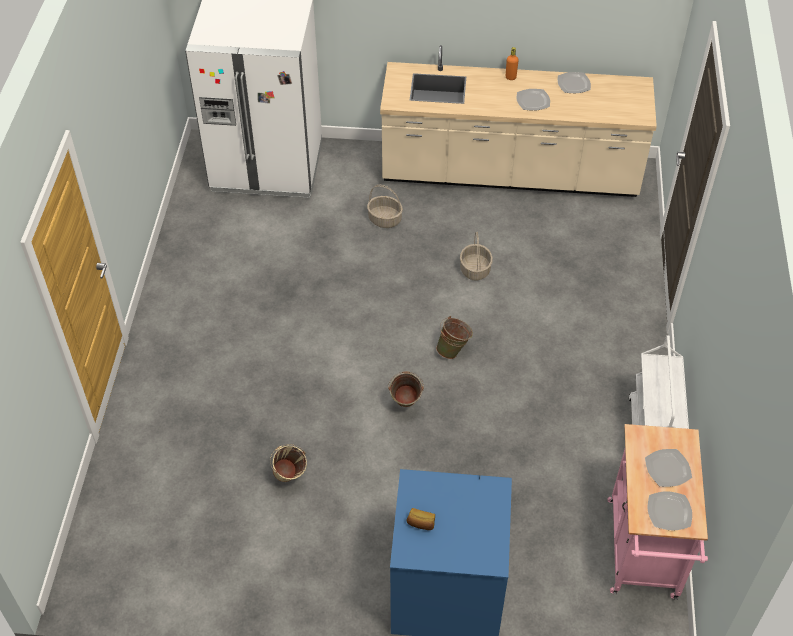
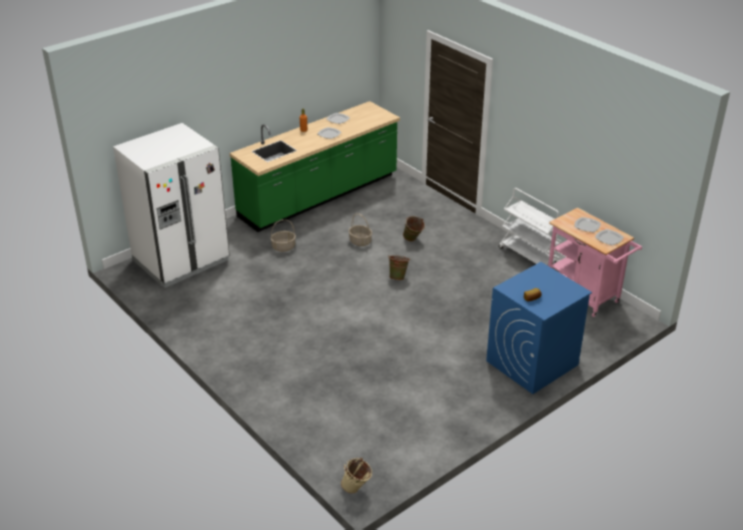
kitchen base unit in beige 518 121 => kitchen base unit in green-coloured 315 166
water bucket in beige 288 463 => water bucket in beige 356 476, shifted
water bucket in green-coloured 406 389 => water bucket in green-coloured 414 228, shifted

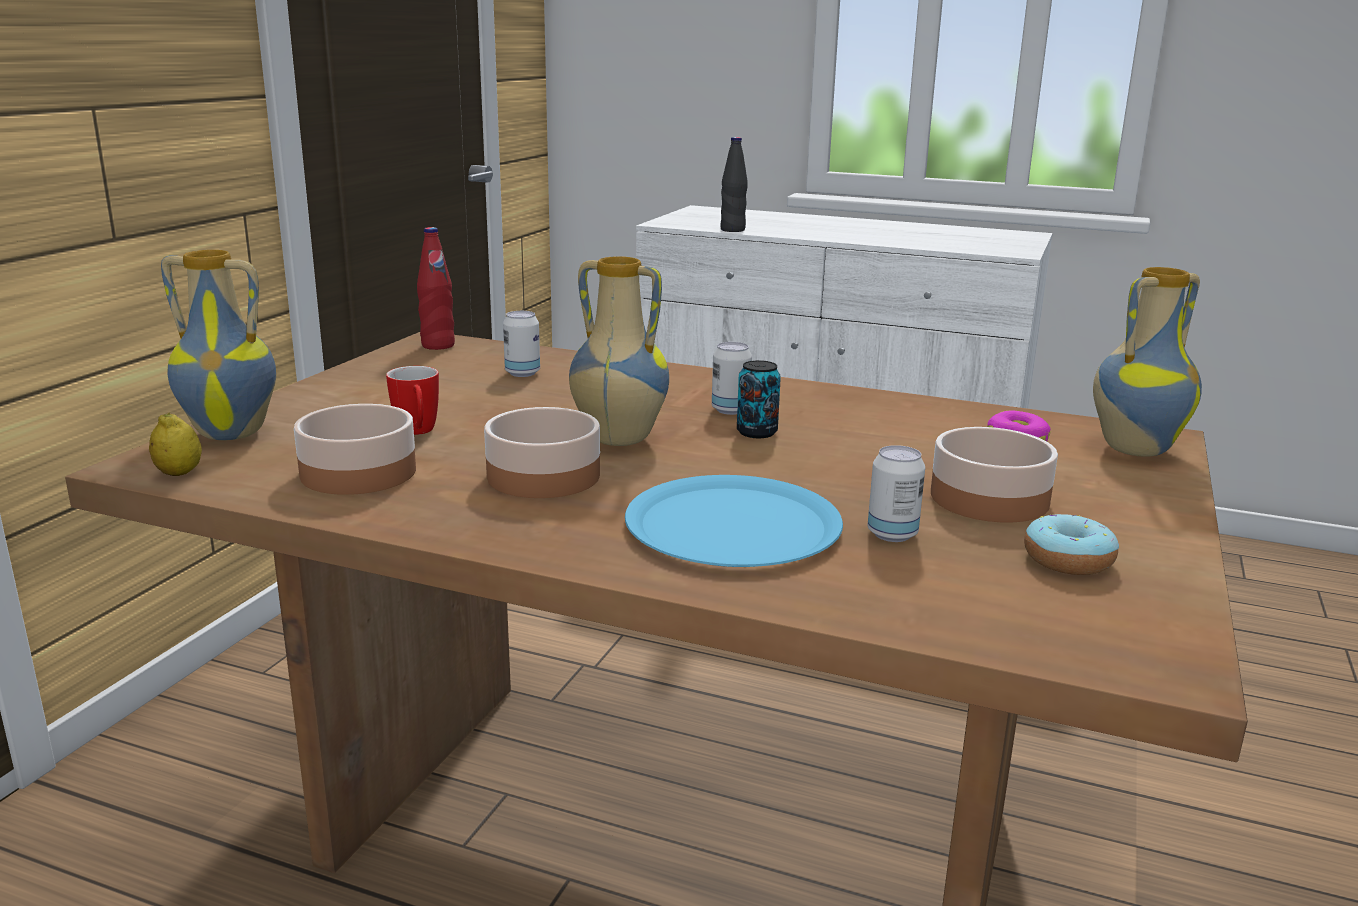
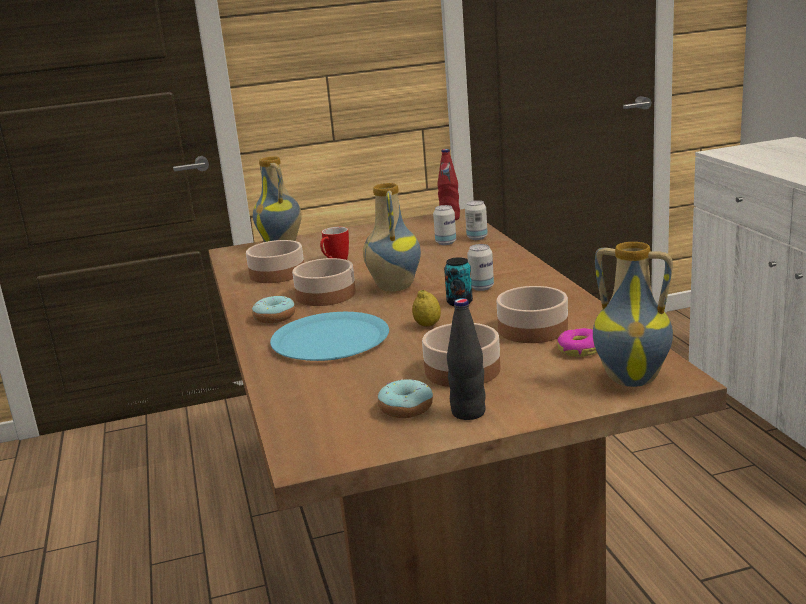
nothing => doughnut 273 310
lemon 175 444 => lemon 426 308, shifted
bottle in black 734 184 => bottle in black 466 359, shifted
metal can 896 493 => metal can 476 220, shifted
nothing => bowl 532 314

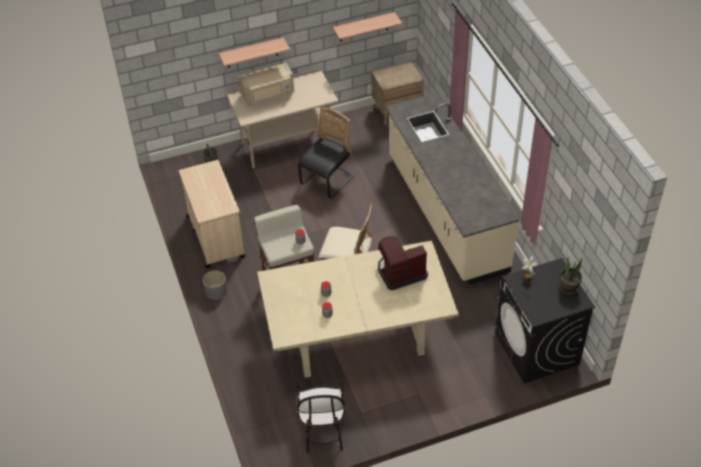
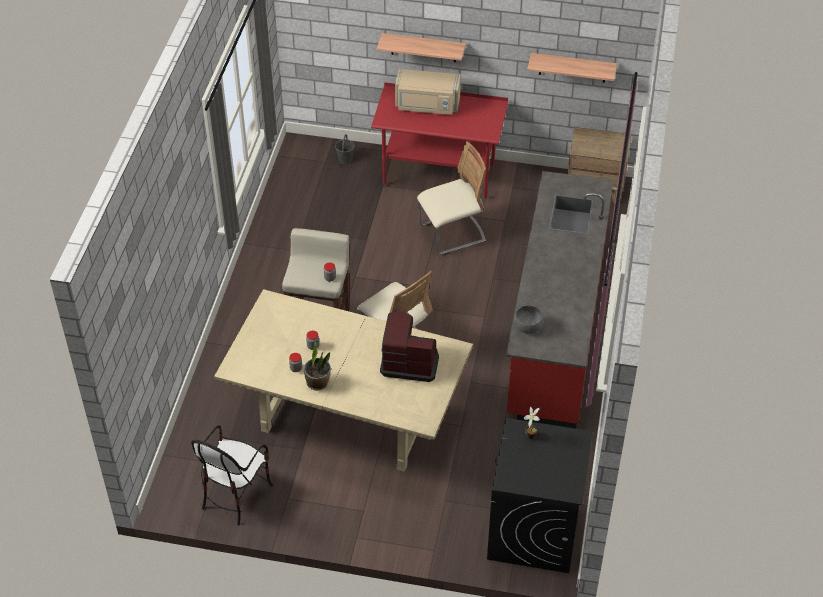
potted plant 571 275 => potted plant 317 366, shifted
desk table in beige 282 118 => desk table in red 439 140
plain chair in black 326 153 => plain chair in beige 451 198
kitchen base unit in beige 452 189 => kitchen base unit in red 560 300
nothing => bowl in gray 529 319
cart in beige 212 214 => nothing
planter in gray 215 285 => nothing

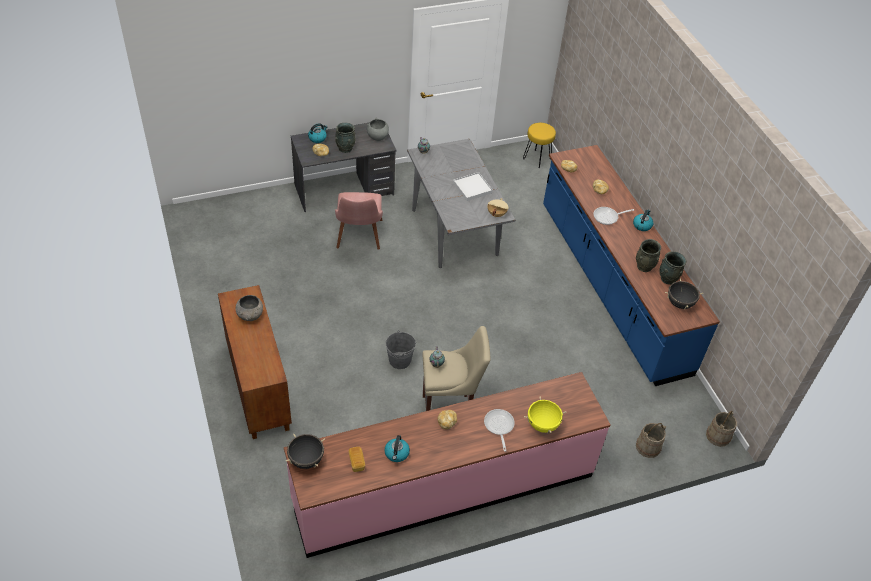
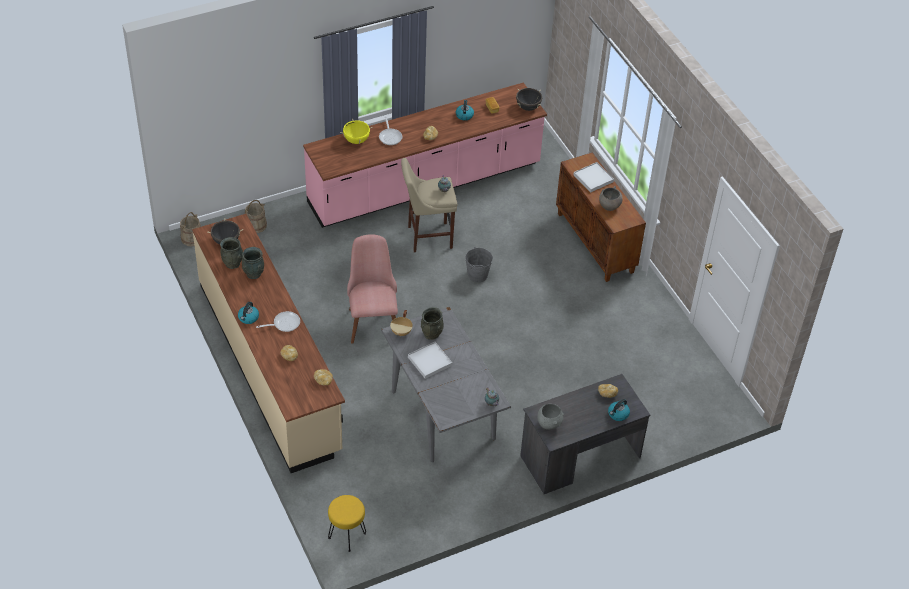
kitchen base unit in bluish 631 265 => kitchen base unit in beige 268 343
plain chair in pinkish 359 221 => plain chair in pinkish 372 289, shifted
vase in gray 345 138 => vase in gray 432 323, shifted
nothing => serving tray in white-coloured 593 177

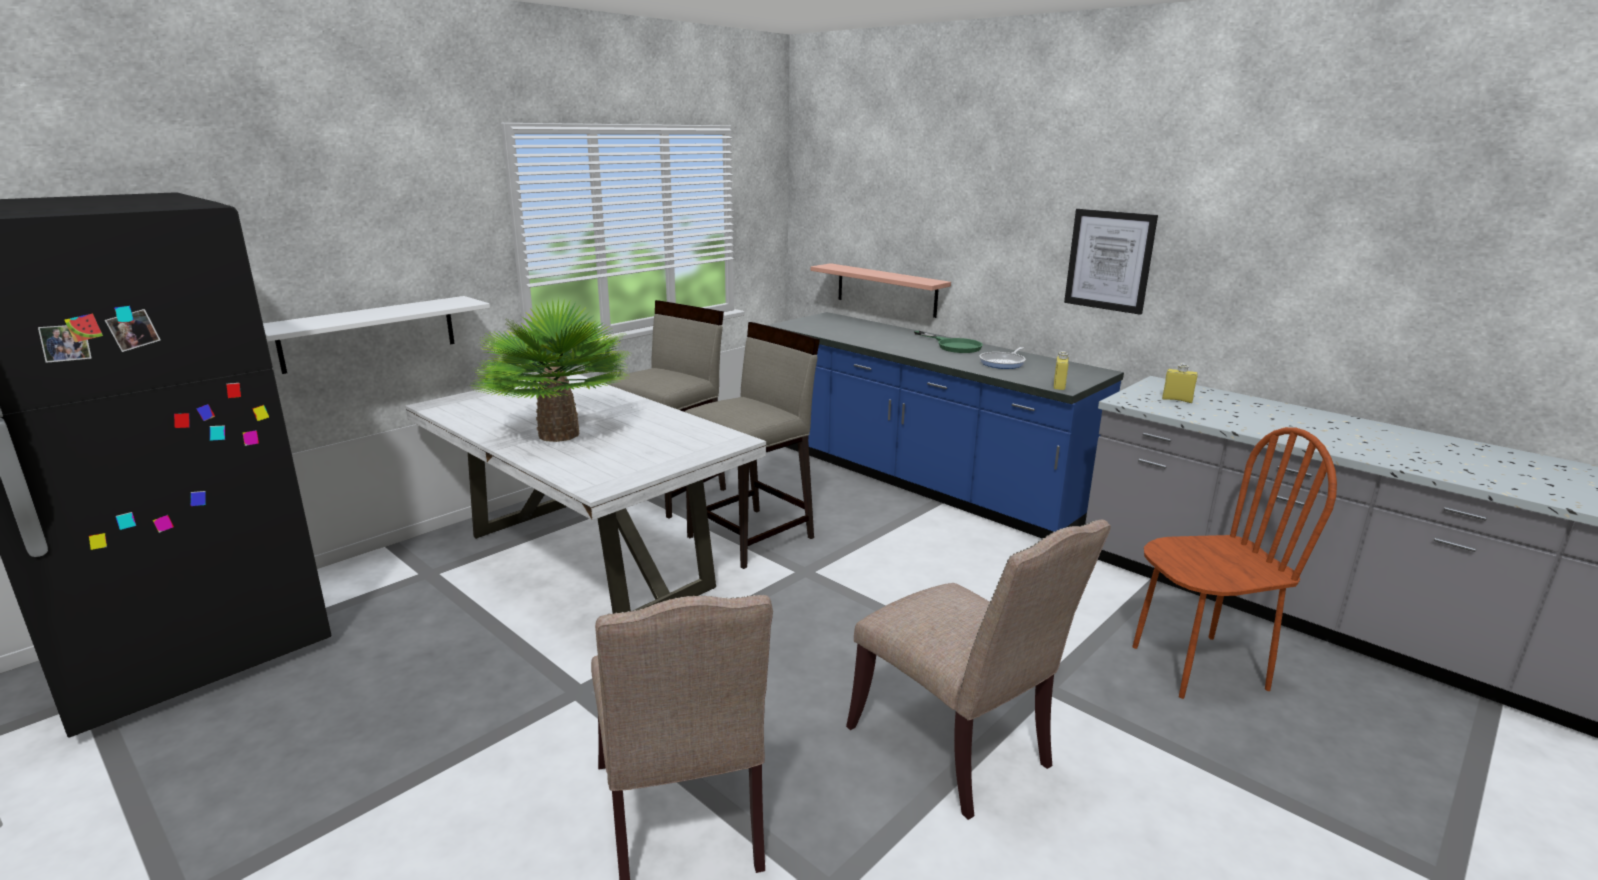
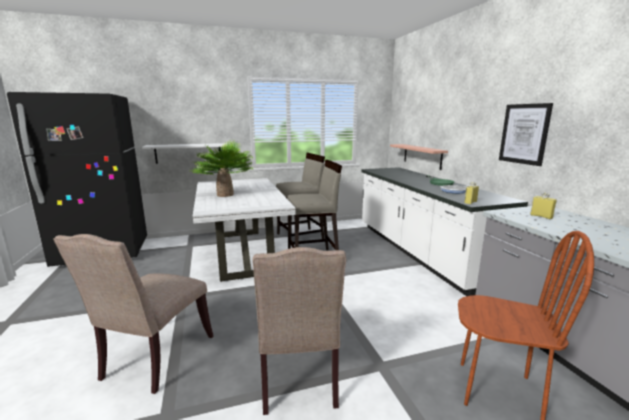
kitchen base unit in bluish 945 425 => kitchen base unit in white-coloured 444 231

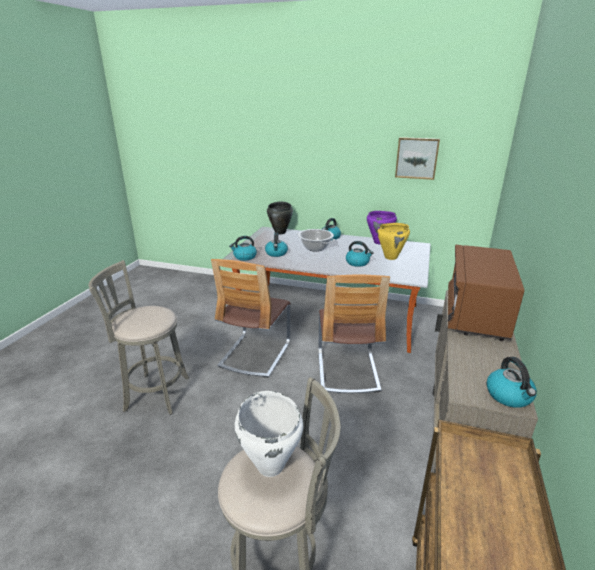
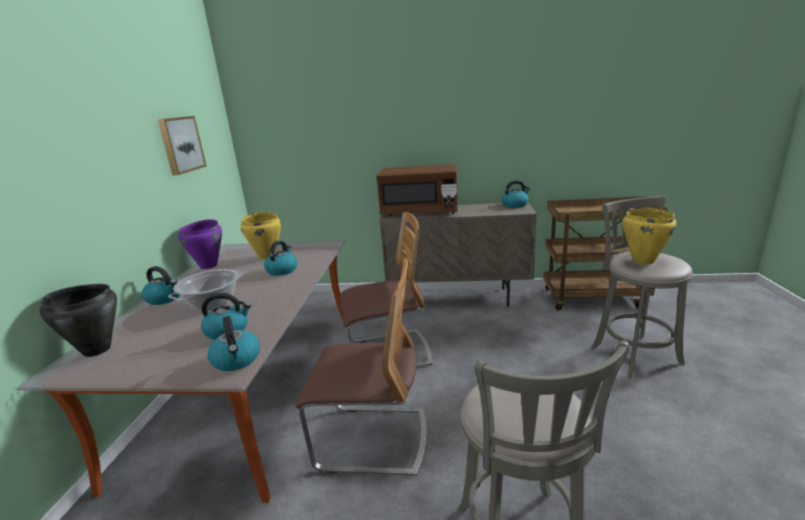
stockpot in white-coloured 269 434 => stockpot in yellowish 649 236

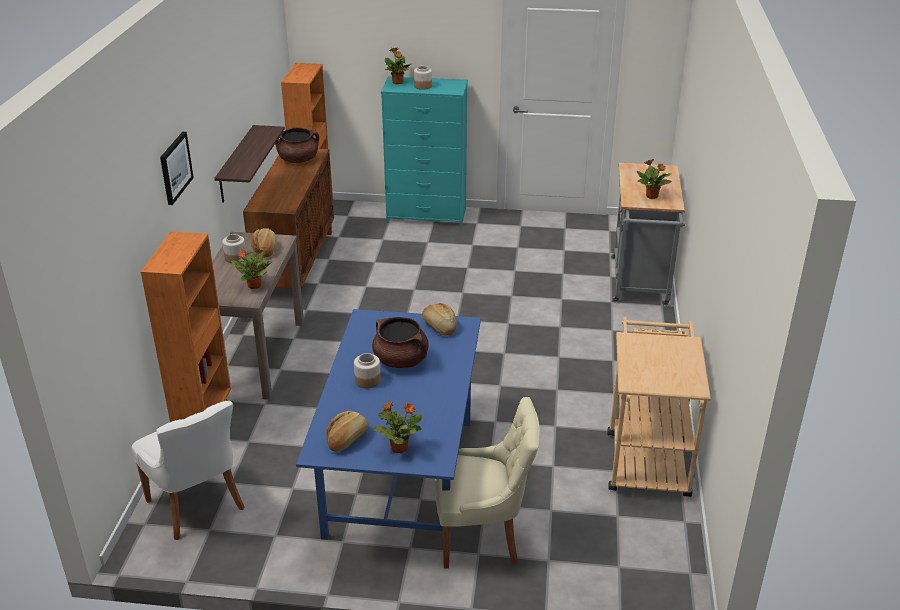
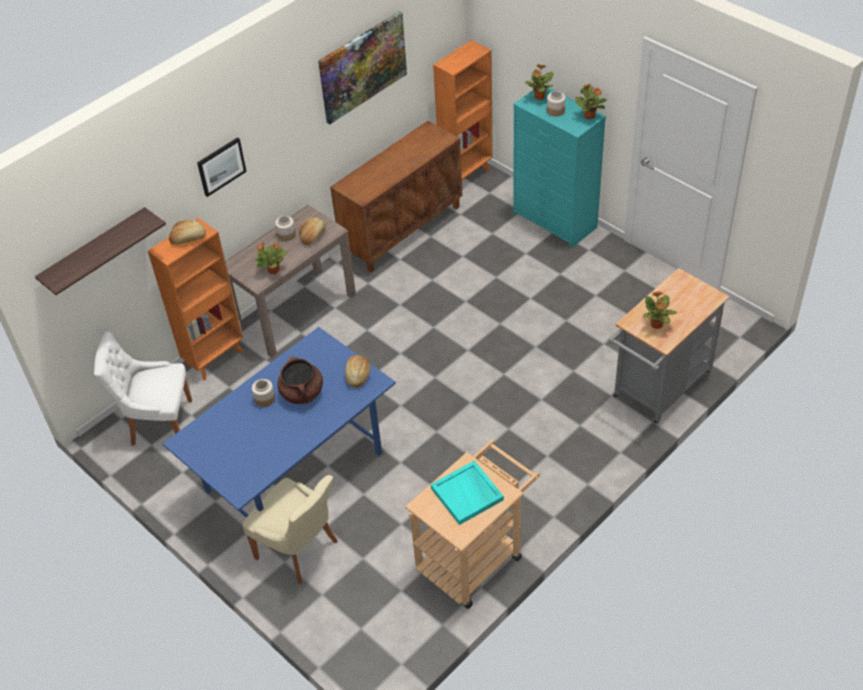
bracket shelf 249 164 => bracket shelf 100 251, shifted
plain chair in white-coloured 188 470 => plain chair in white-coloured 143 388, 90 degrees clockwise
baked bread 348 431 => baked bread 187 232, shifted
nothing => wall picture 362 67
nothing => serving tray in blue-green 467 493
potted plant 398 427 => potted plant 591 101, shifted
stockpot in brownish 297 145 => nothing

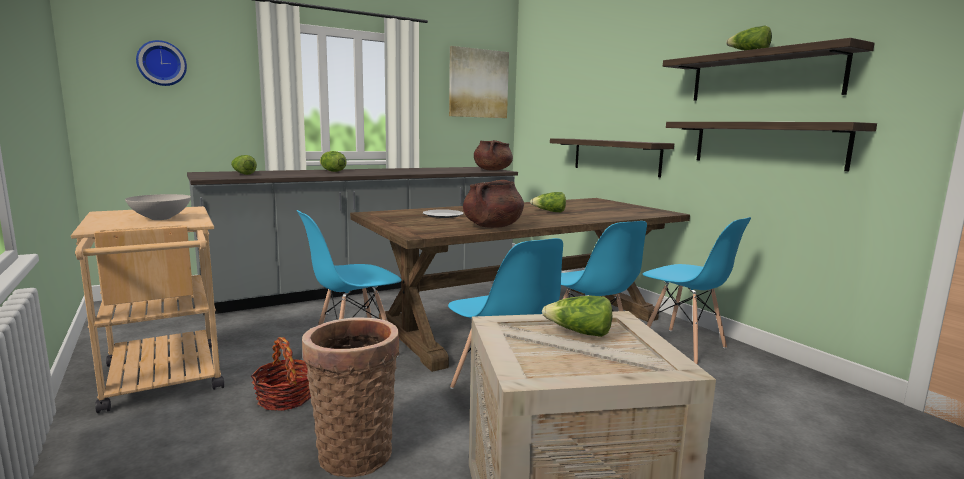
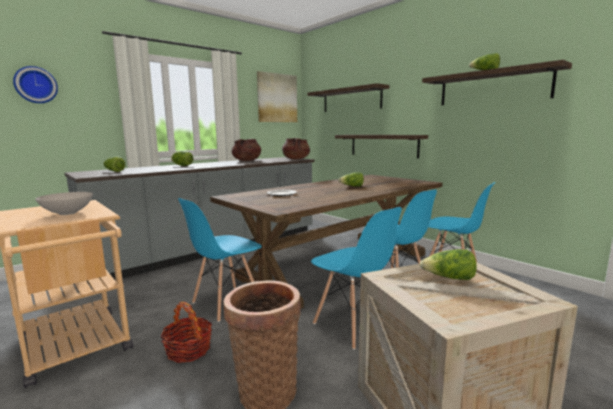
stockpot in brownish 493 204 => stockpot in brownish 246 150, shifted
bracket shelf 771 146 => bracket shelf 348 97, shifted

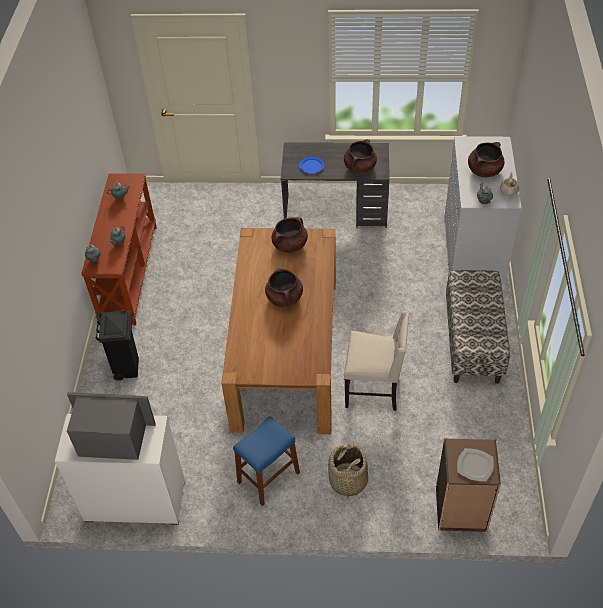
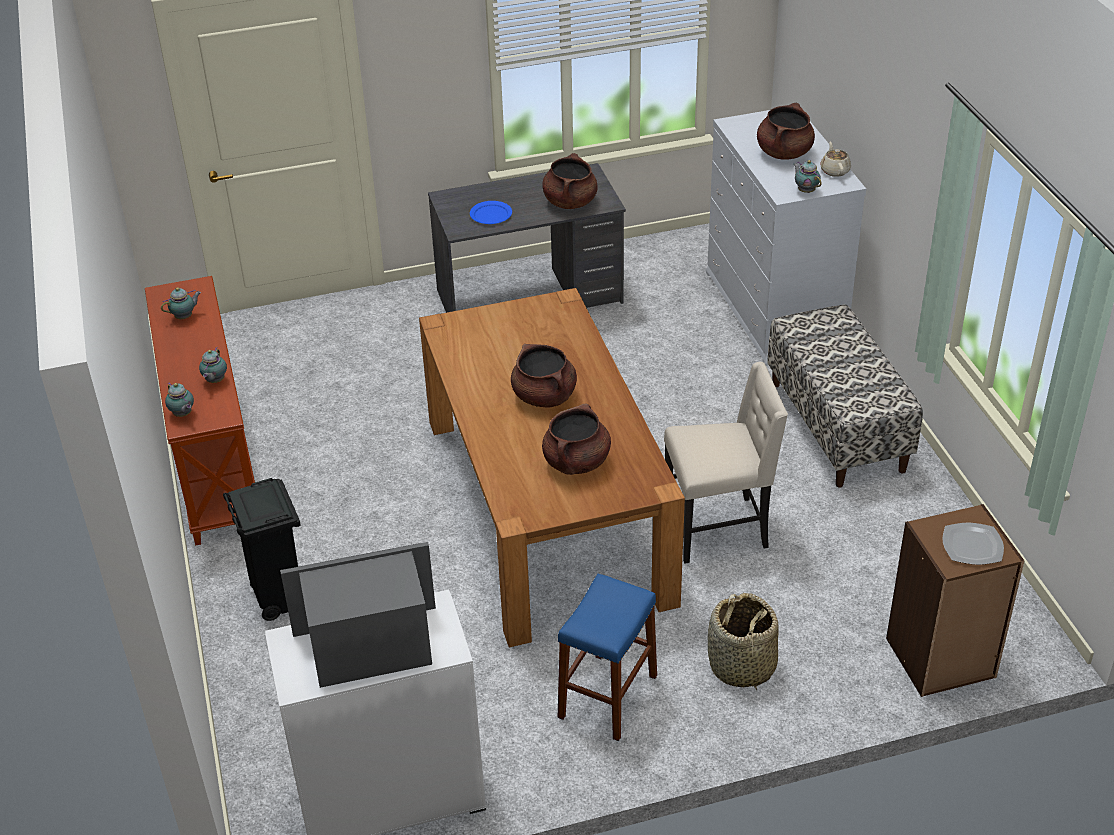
stockpot in brownish 290 235 => stockpot in brownish 576 439, shifted

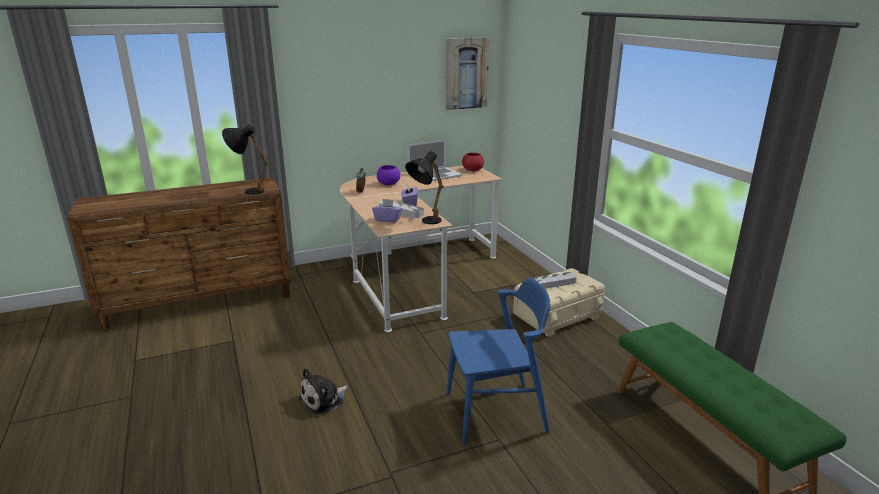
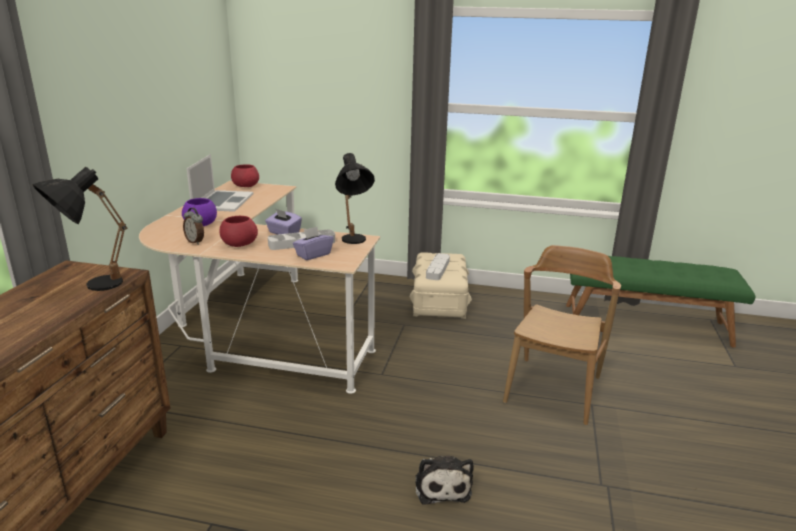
nothing => bowl in red 238 231
plain chair in bluish 498 361 => plain chair in brownish 562 335
wall picture 467 73 => nothing

